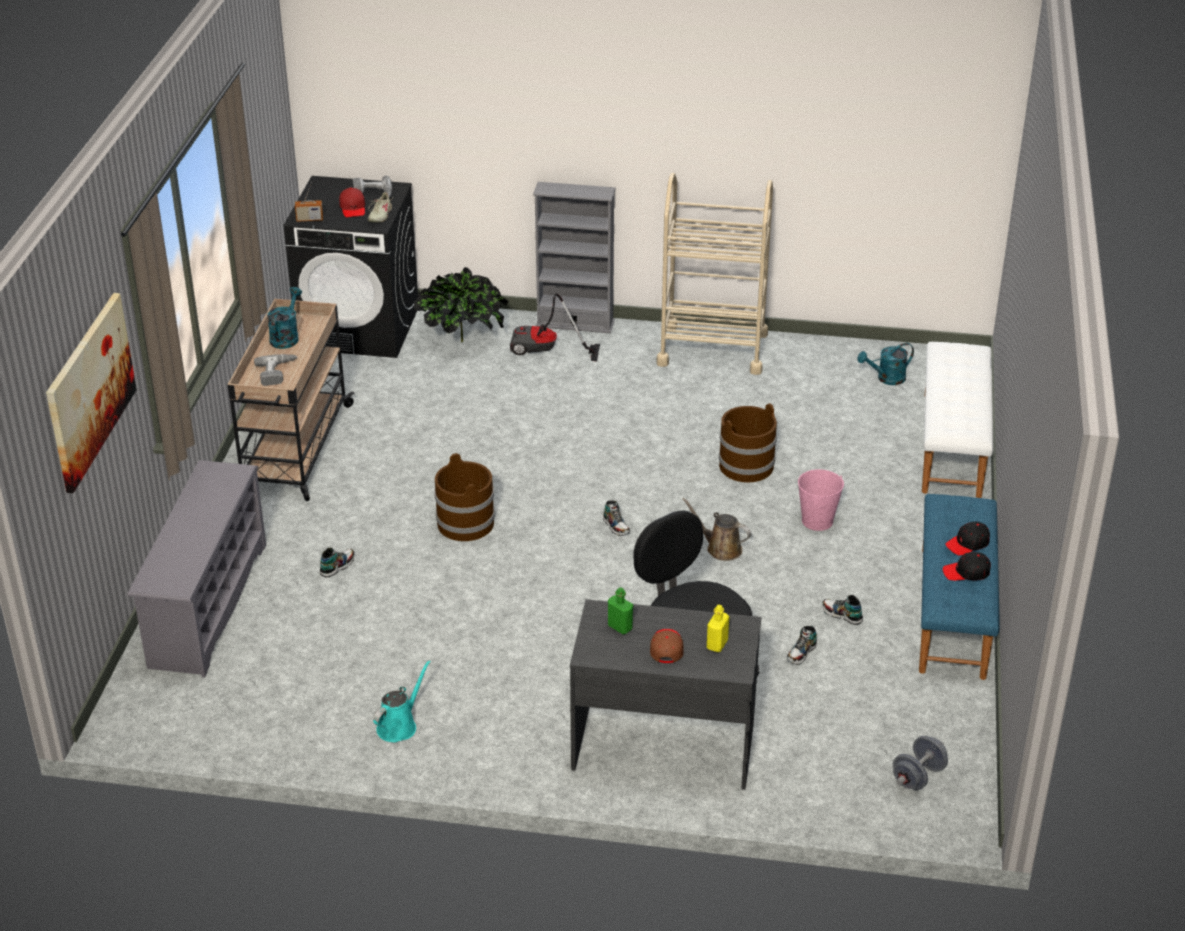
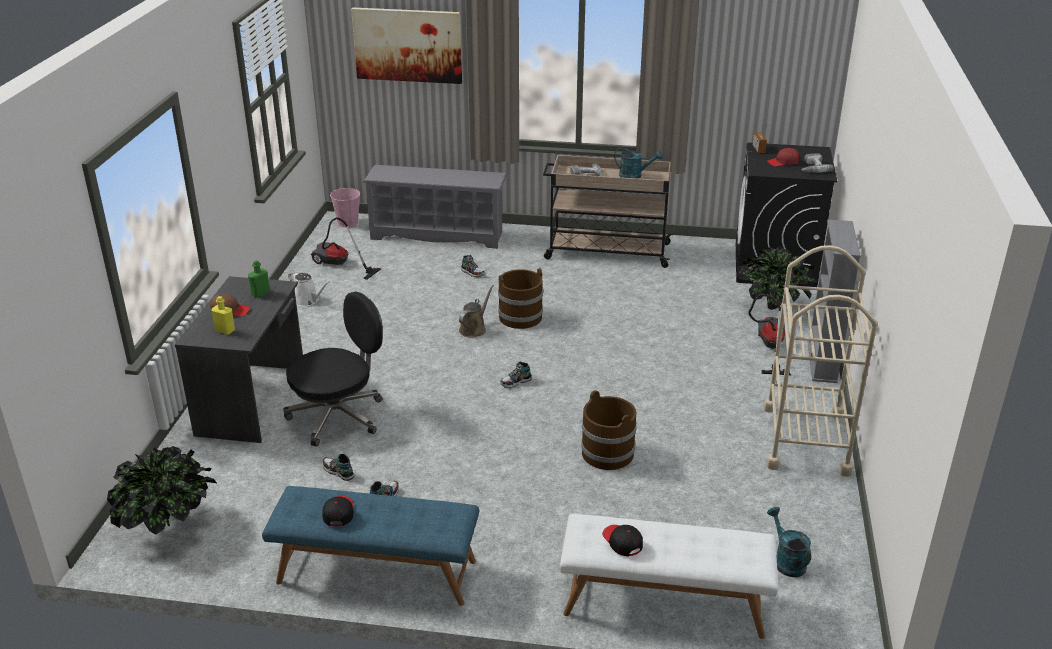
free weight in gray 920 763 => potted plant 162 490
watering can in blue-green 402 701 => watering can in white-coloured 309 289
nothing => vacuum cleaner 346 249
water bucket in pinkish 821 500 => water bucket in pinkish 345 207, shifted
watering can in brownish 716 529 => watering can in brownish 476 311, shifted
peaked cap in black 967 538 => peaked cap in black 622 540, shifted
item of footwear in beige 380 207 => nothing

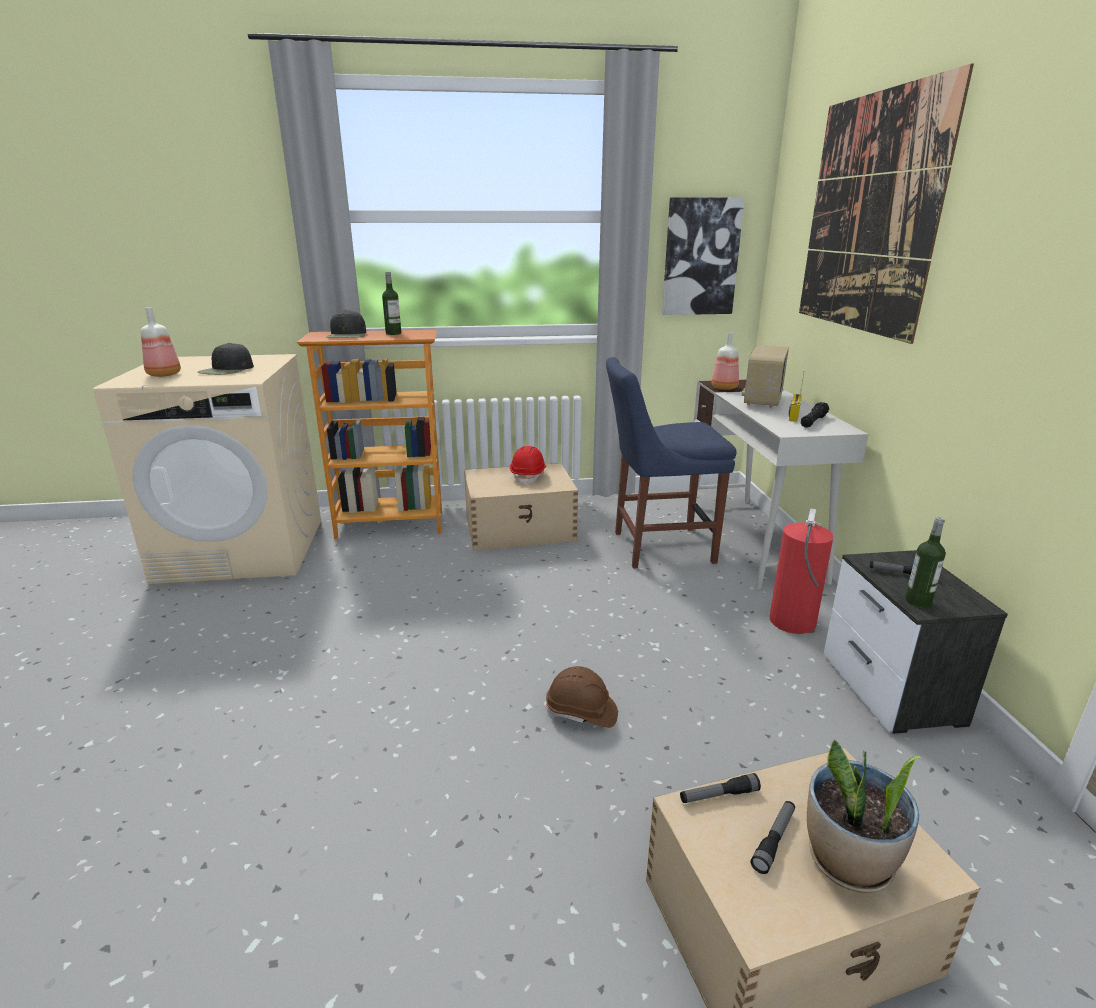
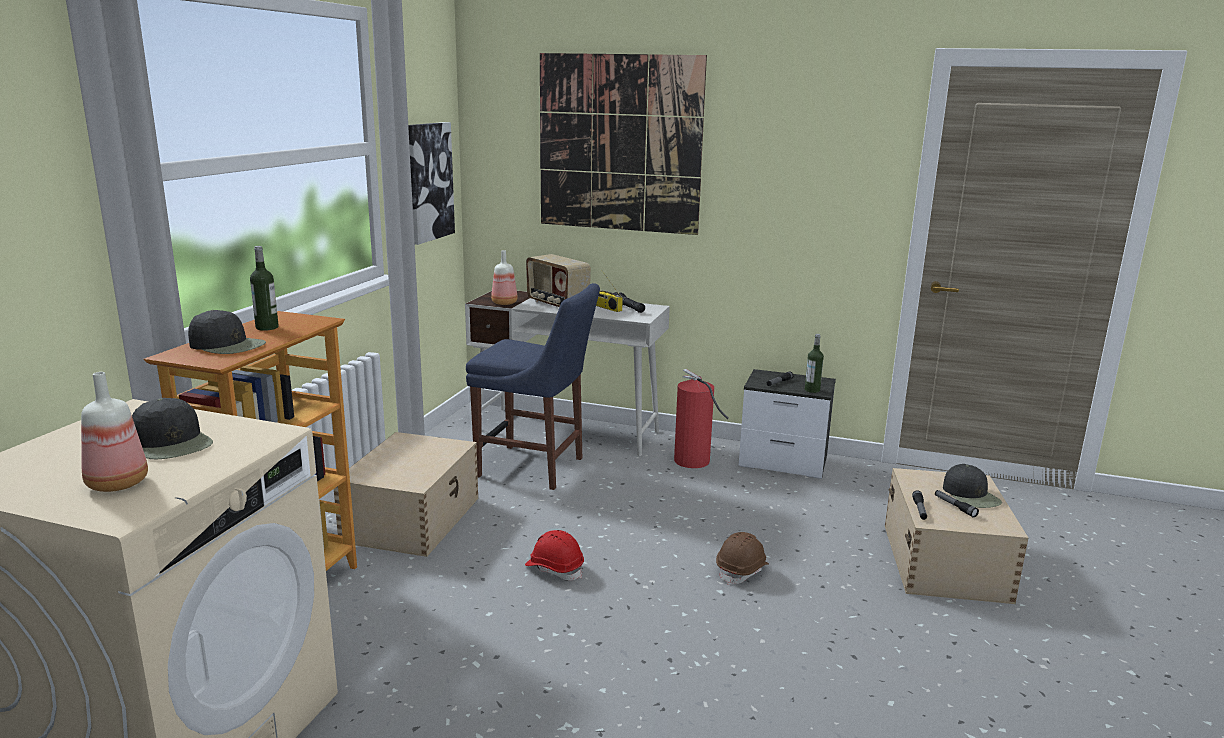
plain chair in bluish 671 462 => plain chair in bluish 533 386, 90 degrees counterclockwise
safety helmet in red 528 465 => safety helmet in red 554 555, shifted
potted plant 864 816 => peaked cap in black 972 486

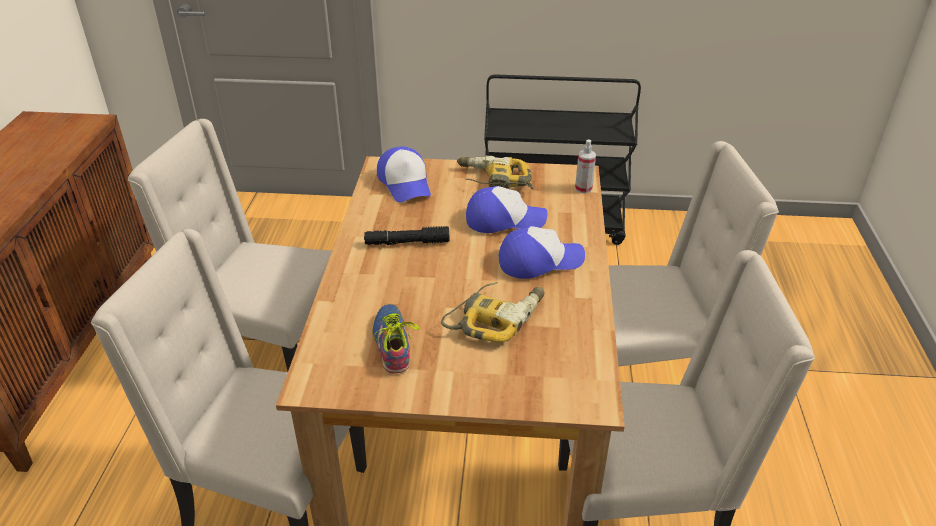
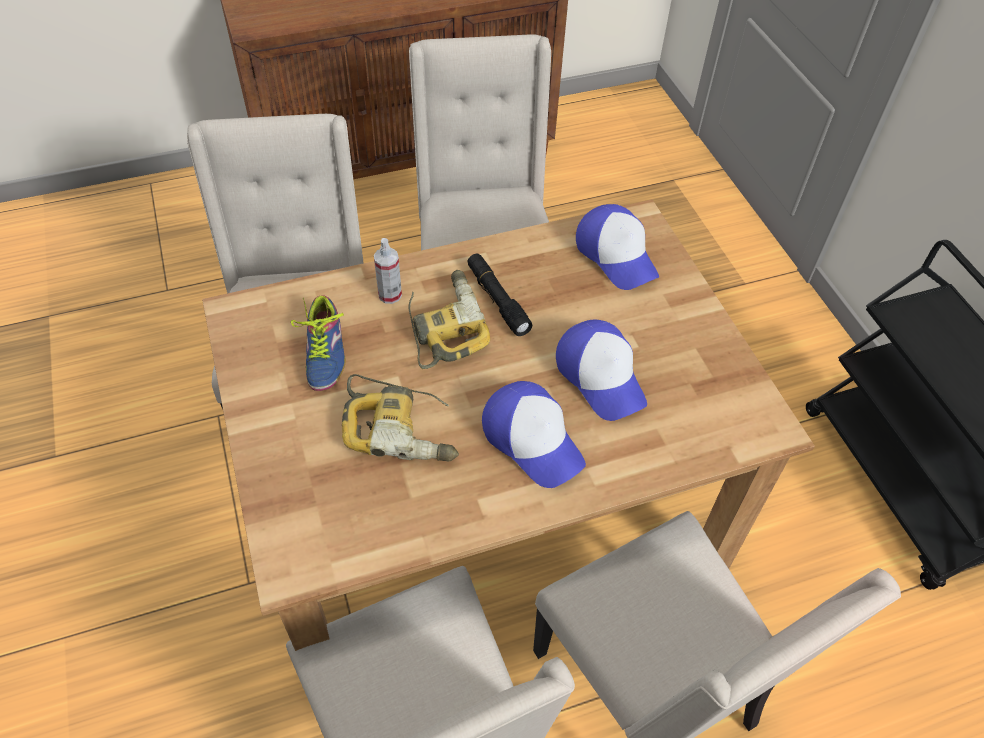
item of footwear 396 339 => item of footwear 318 343, 120 degrees clockwise
spray bottle 585 166 => spray bottle 388 271, shifted
electric drill 495 172 => electric drill 449 319, shifted
peaked cap 404 174 => peaked cap 617 247, 75 degrees counterclockwise

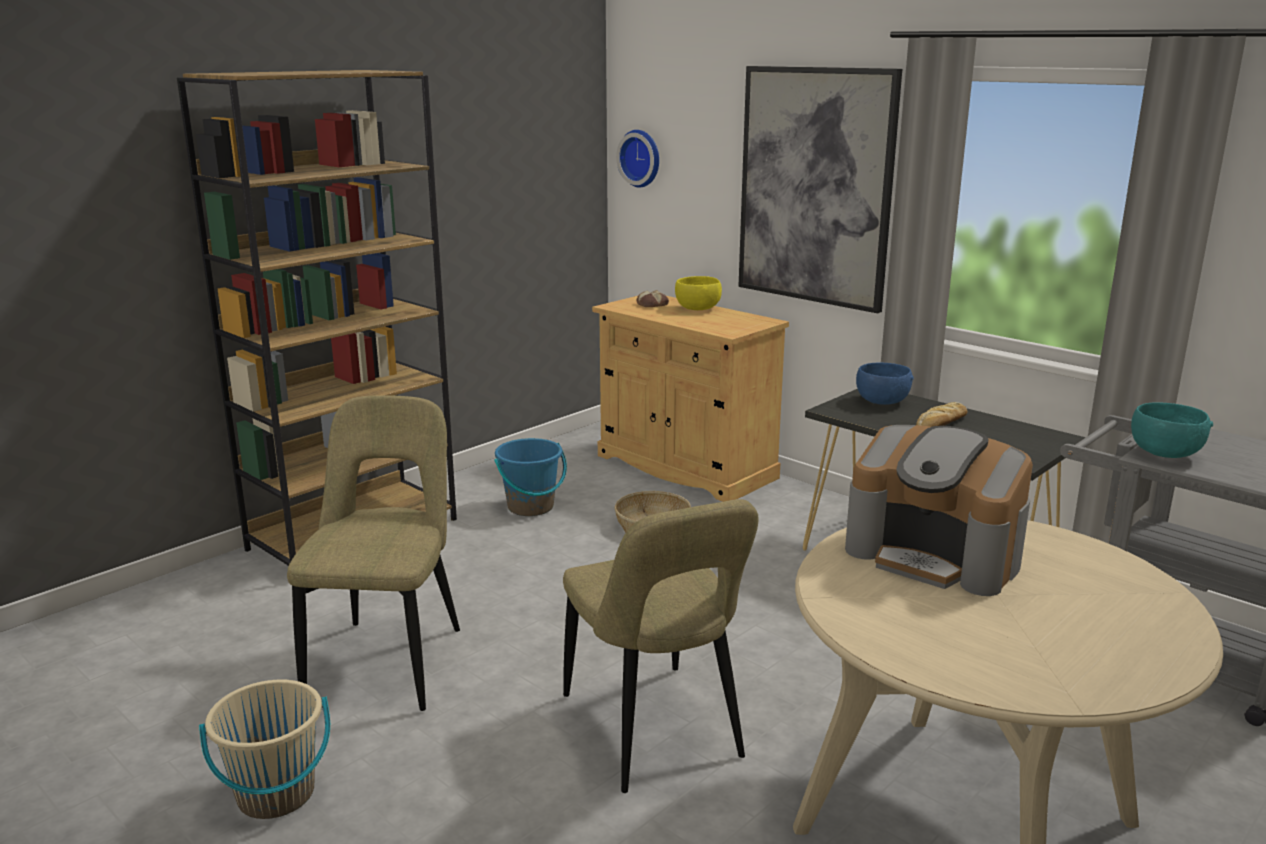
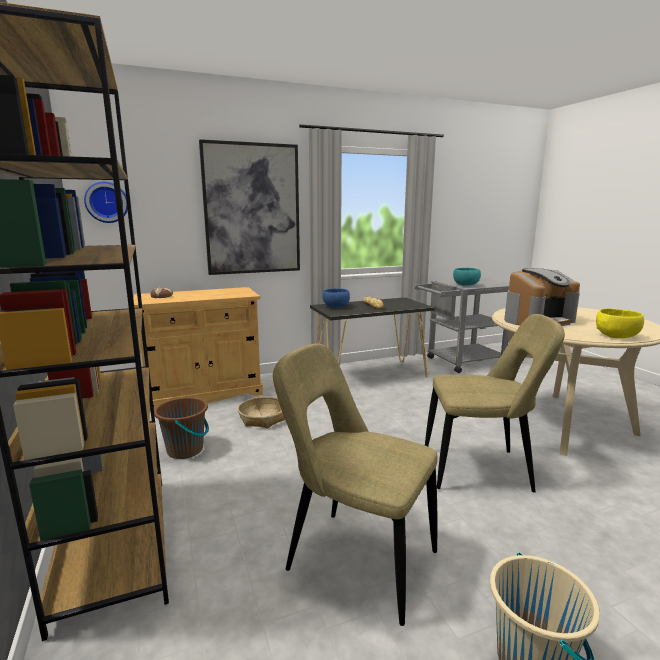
water bucket in bluish 530 477 => water bucket in brownish 181 428
bowl in yellowish 698 293 => bowl in yellowish 620 323, shifted

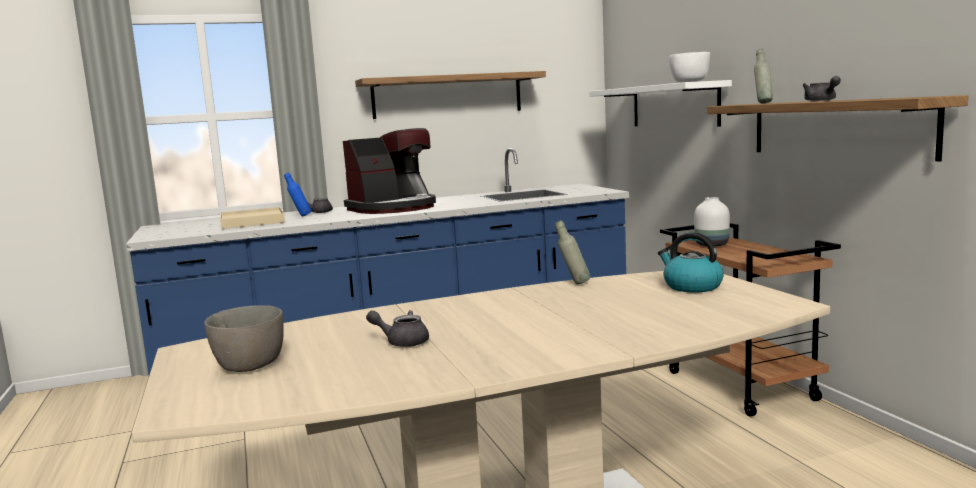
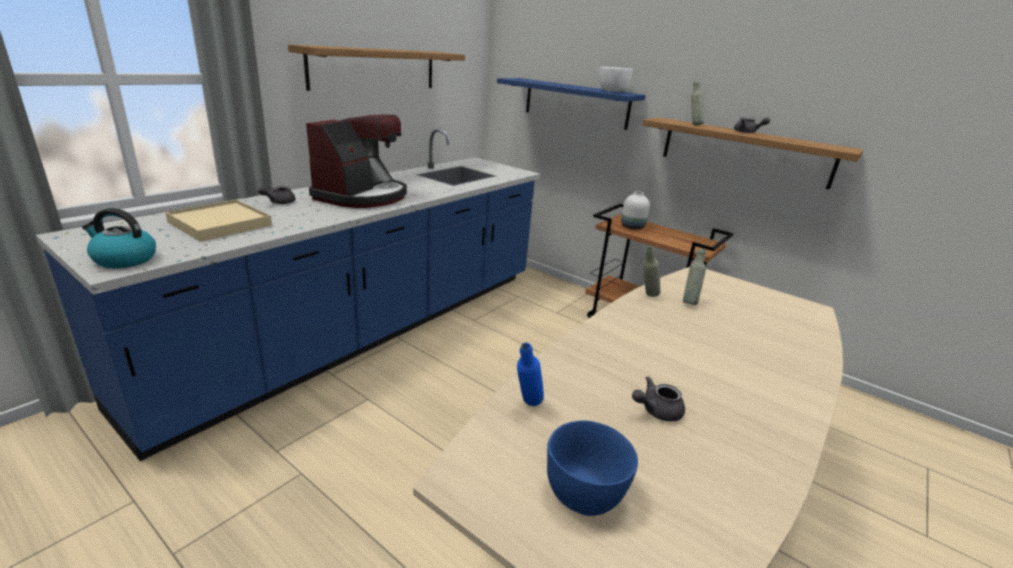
tea kettle 691 263 => tea kettle 119 238, shifted
bracket shelf in white-coloured 660 103 => bracket shelf in bluish 571 104
bottle in bluish 297 194 => bottle in bluish 530 374, shifted
bowl in gray 244 338 => bowl in bluish 592 468
nothing => bottle in gray 694 276

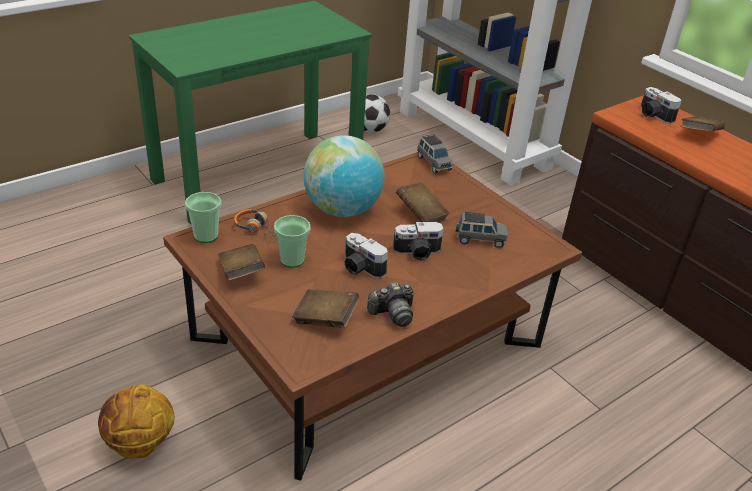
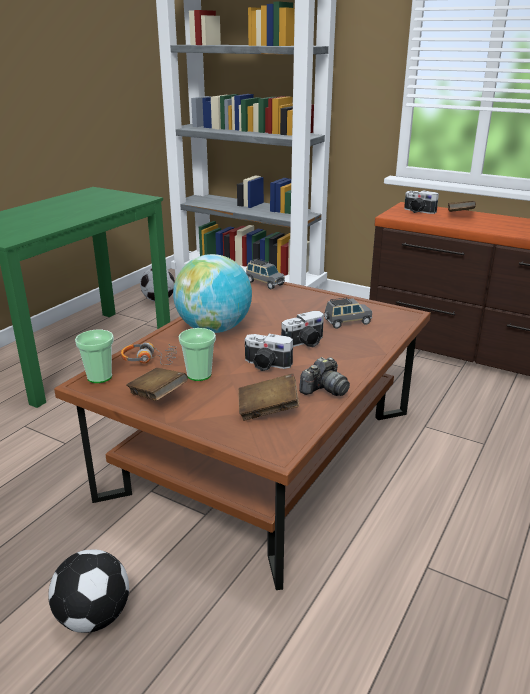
ball for basketball 136 421 => ball for football 88 591
volume in brownish 422 202 => nothing

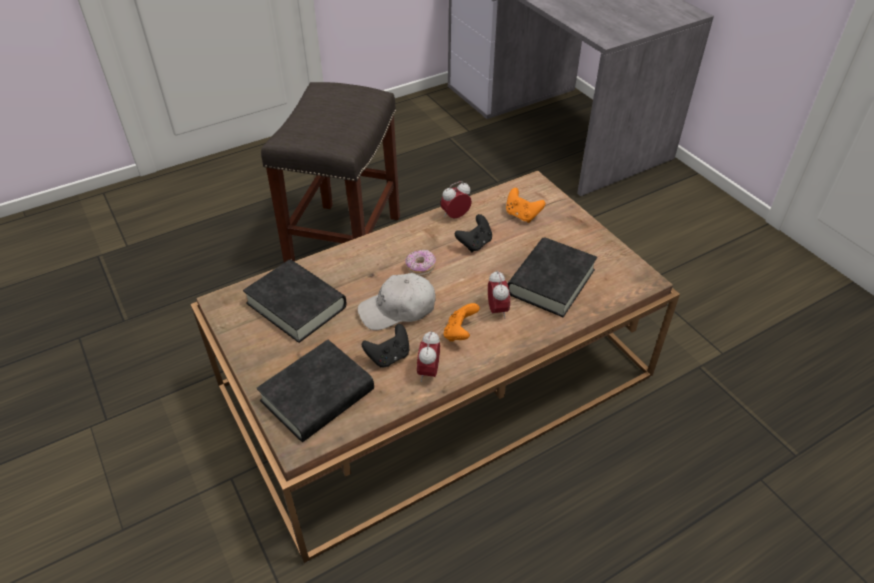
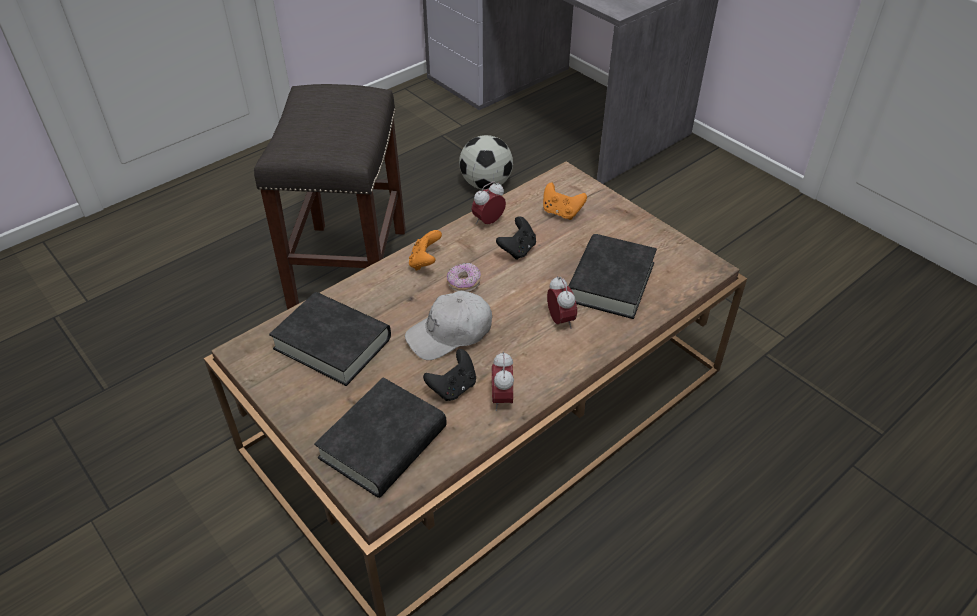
joypad in orange 462 322 => joypad in orange 425 250, shifted
nothing => ball for football 486 162

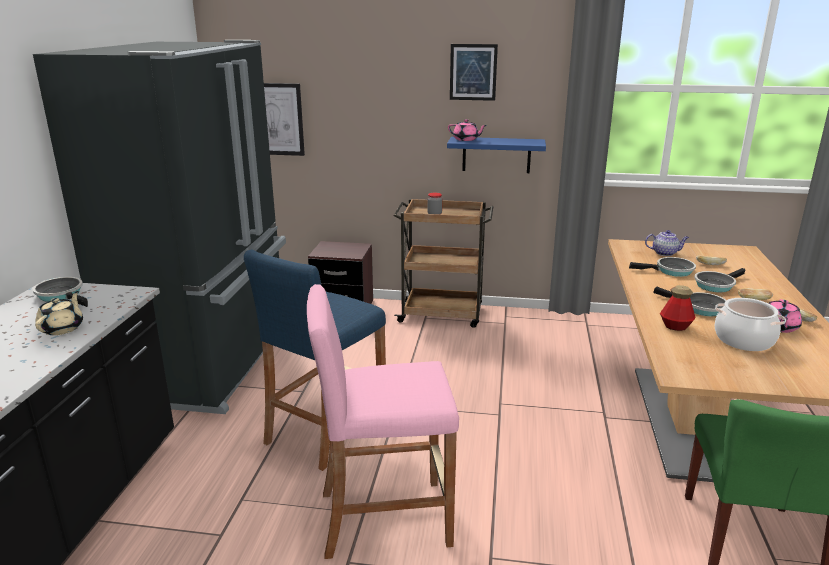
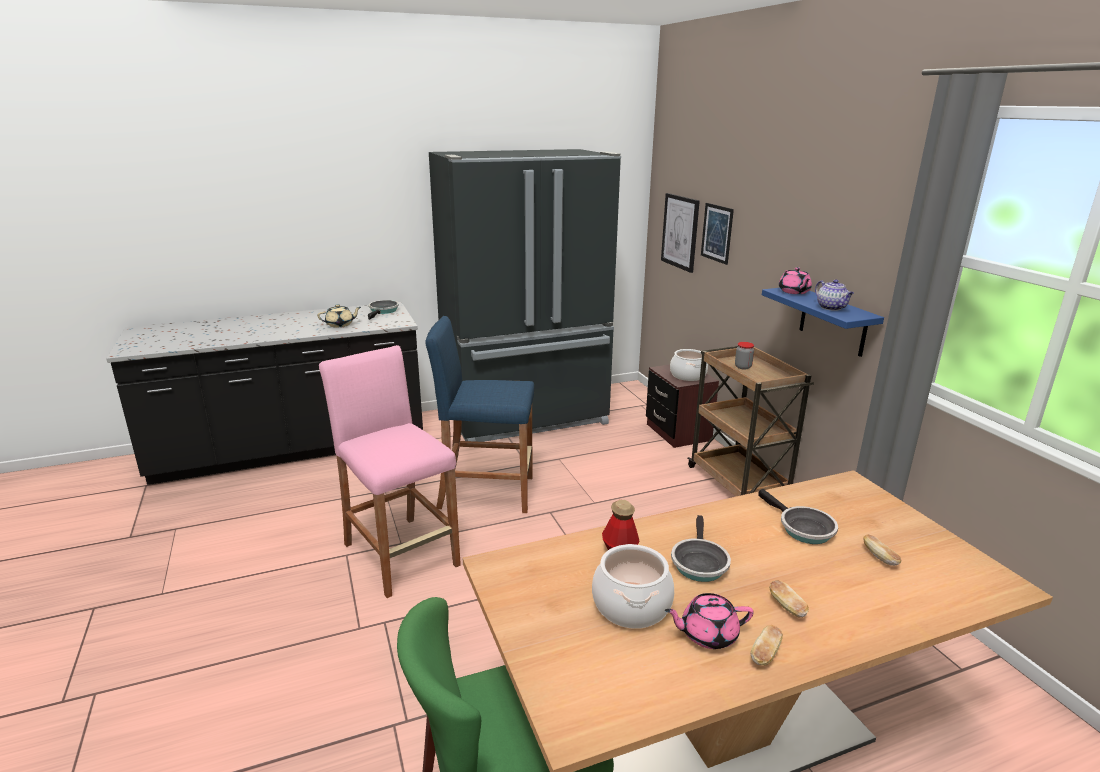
nothing => stockpot 689 365
wall picture 474 72 => wall picture 717 234, shifted
teapot 667 243 => teapot 834 295, shifted
skillet 719 280 => nothing

